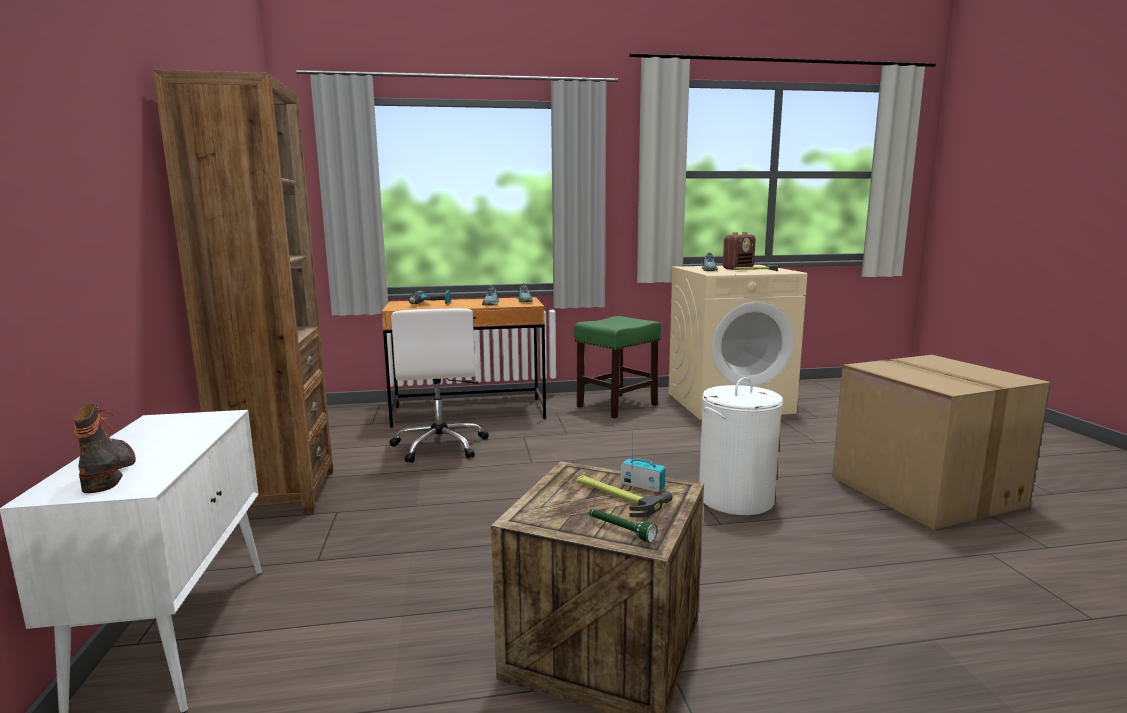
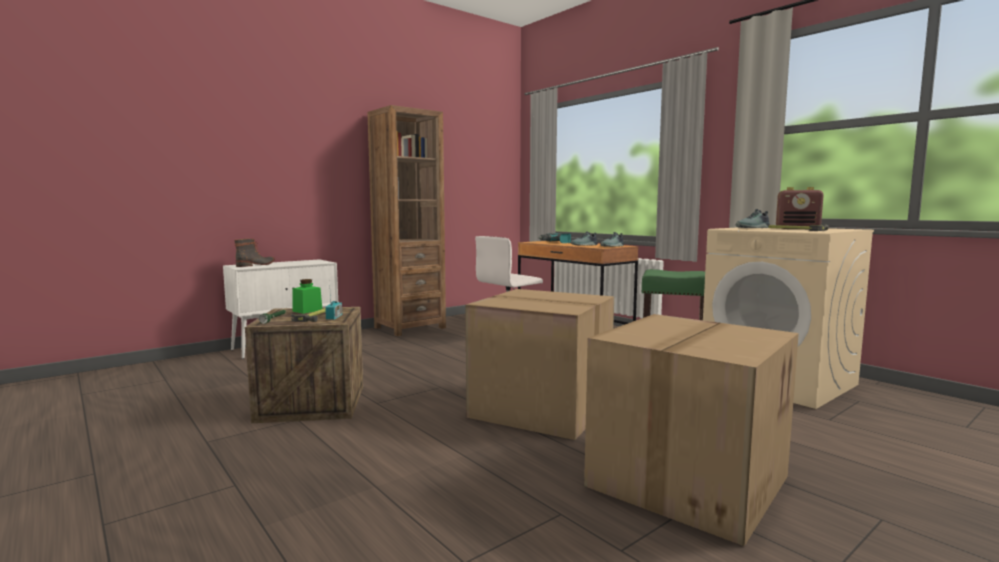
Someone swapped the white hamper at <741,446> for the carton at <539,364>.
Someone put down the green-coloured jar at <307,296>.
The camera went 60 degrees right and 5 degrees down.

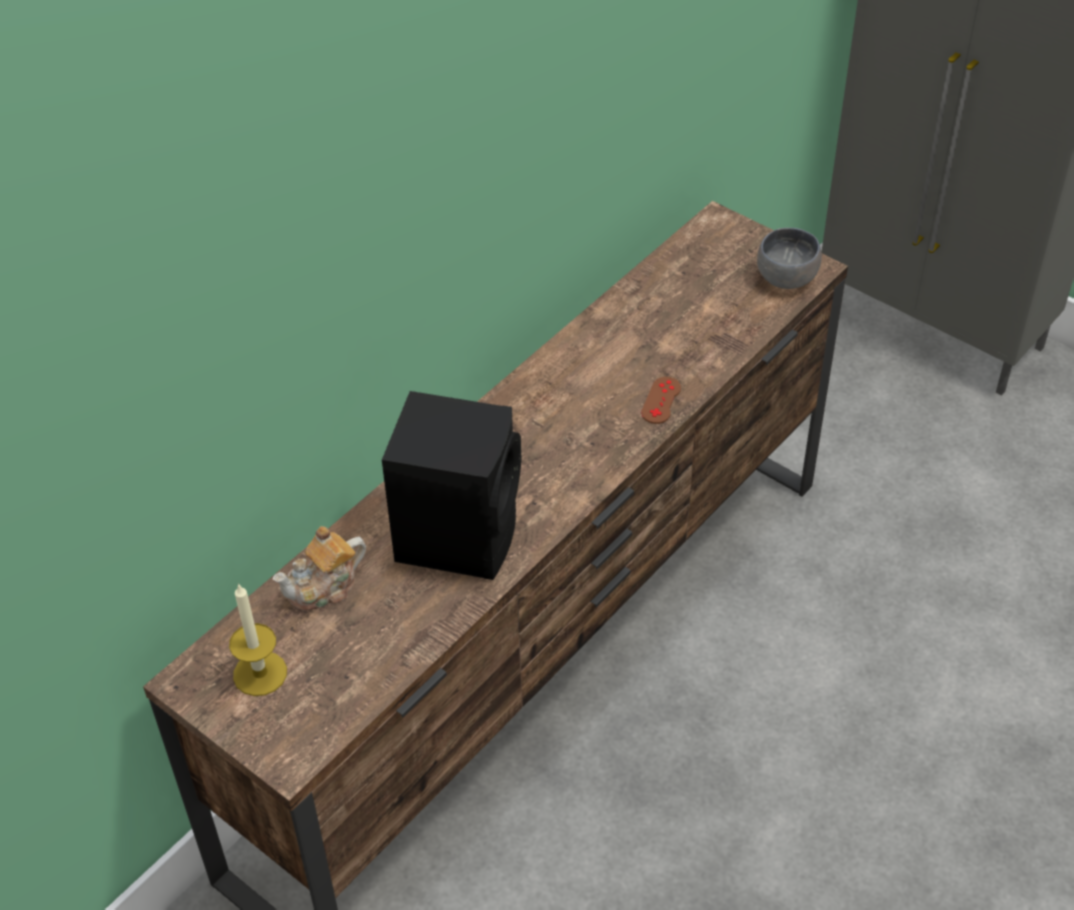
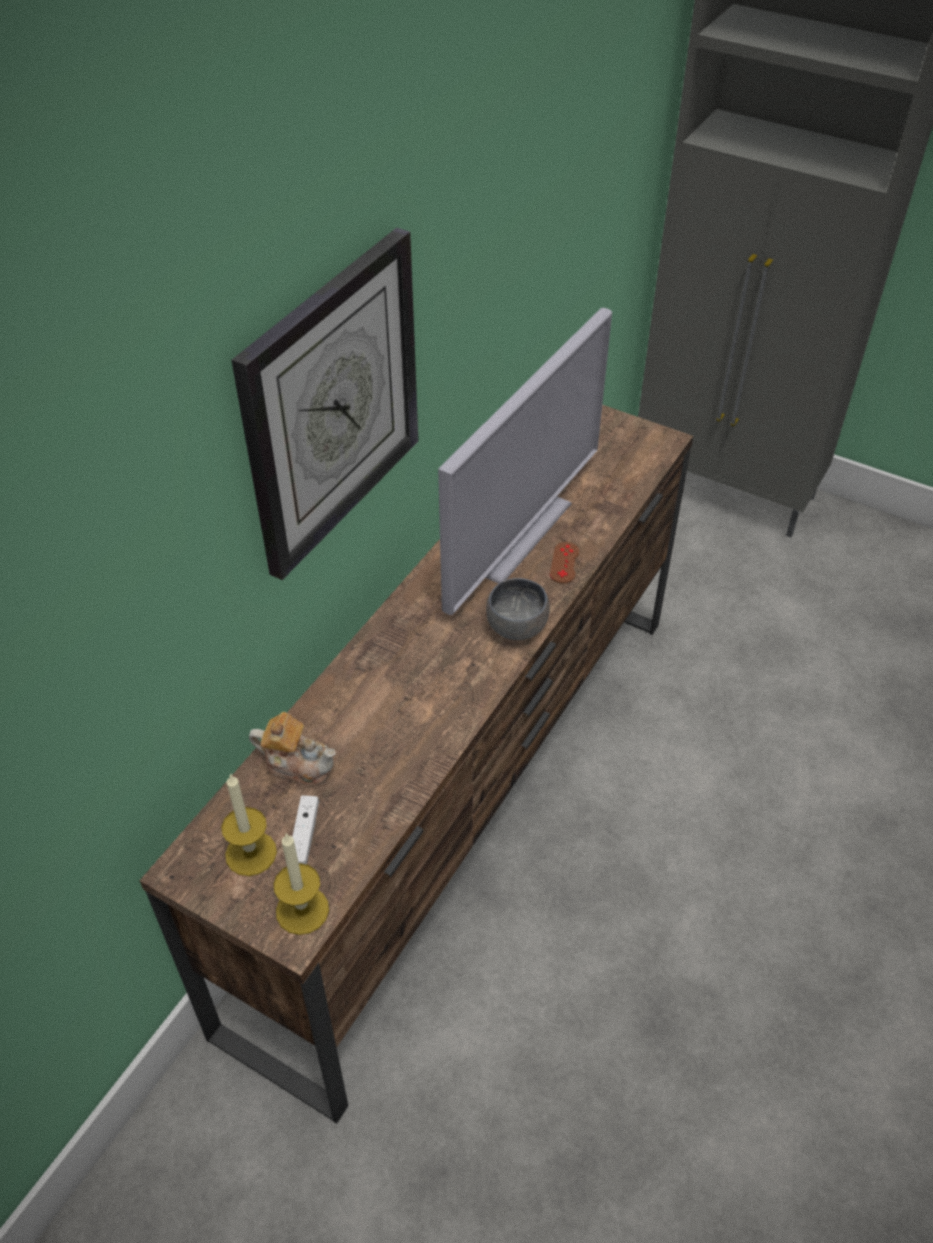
Someone carried the grey bowl from <789,258> to <518,609>.
Someone took away the black speaker at <452,485>.
Someone rotated the tea pot at <319,568> by 120 degrees counterclockwise.
Someone put up the wall clock at <324,403>.
Someone put down the television at <525,461>.
Someone put down the white joypad at <305,830>.
Someone put down the wax candle at <301,884>.
The camera went 10 degrees left and 0 degrees up.

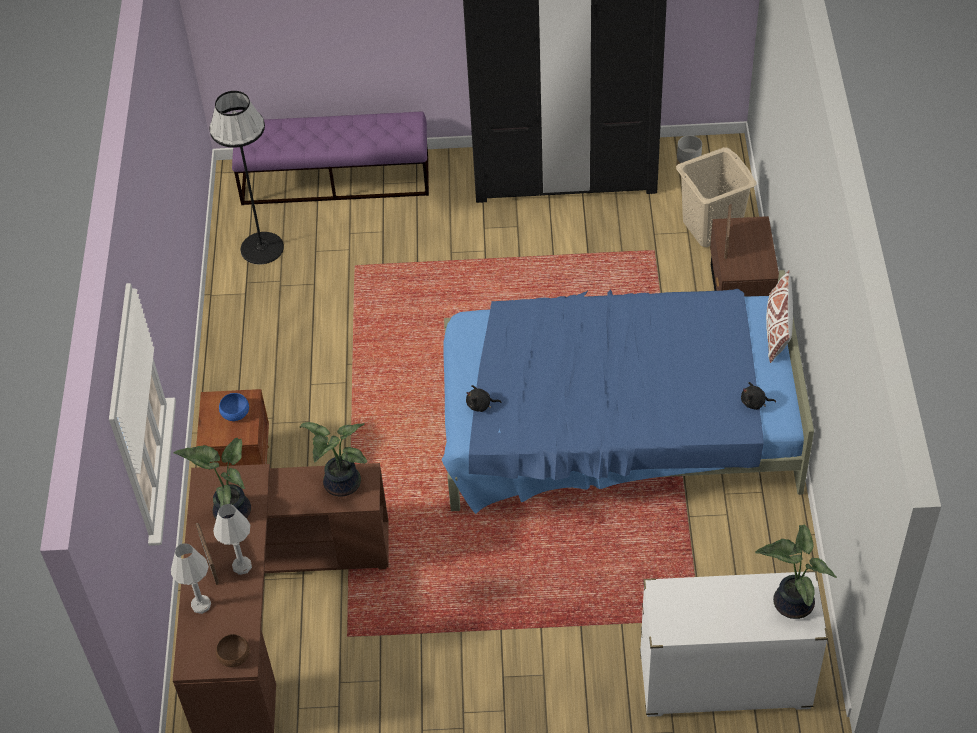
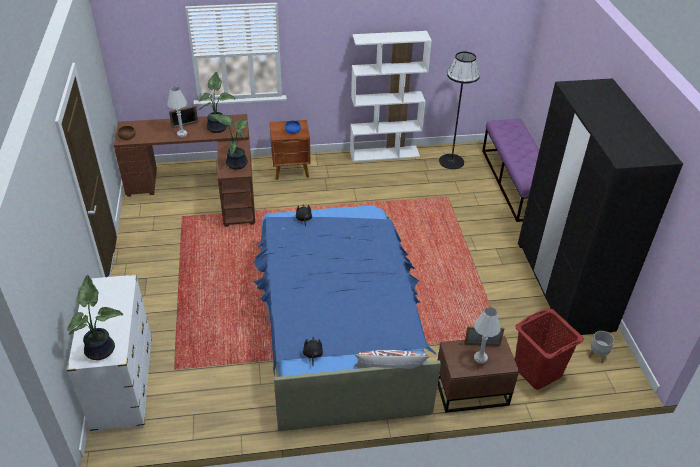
Someone repainted the sand-coloured hamper at <716,197>, which became the red-coloured hamper at <549,349>.
Someone carried the white tabletop lamp from <191,578> to <487,335>.
Someone put down the white bookcase at <391,96>.
The camera went 80 degrees right and 10 degrees down.

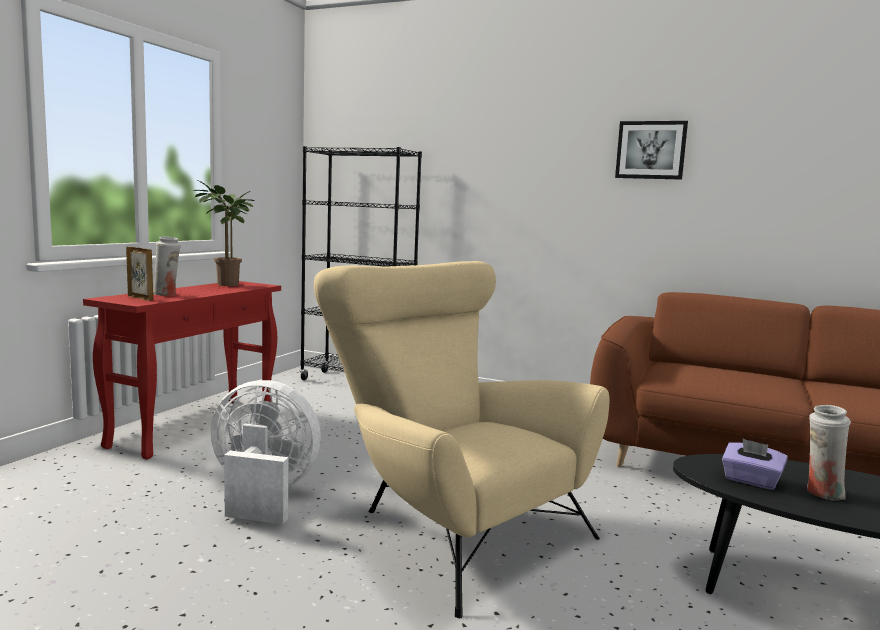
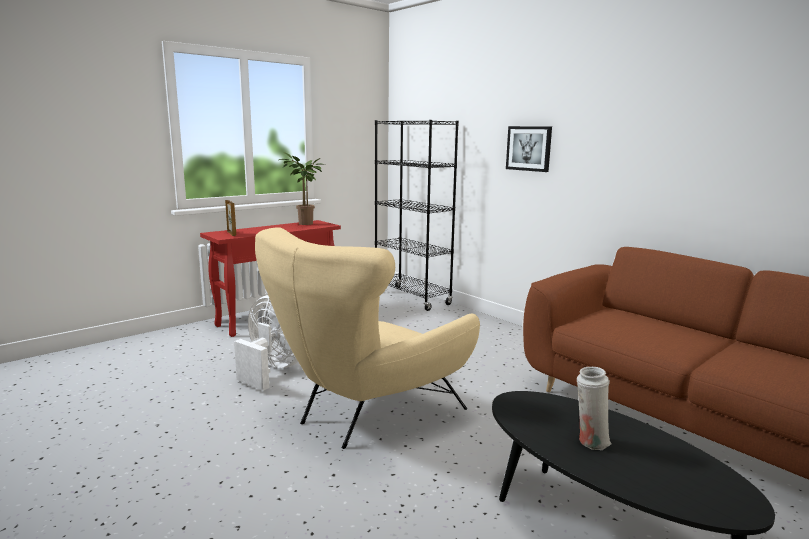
Someone carried the wall art from <651,150> to <529,149>.
Someone took away the white flower vase at <167,266>.
Someone rotated the sand-coloured armchair at <461,439> by 120 degrees counterclockwise.
Someone took away the purple-coloured tissue holder at <755,464>.
The camera went 25 degrees right and 5 degrees up.

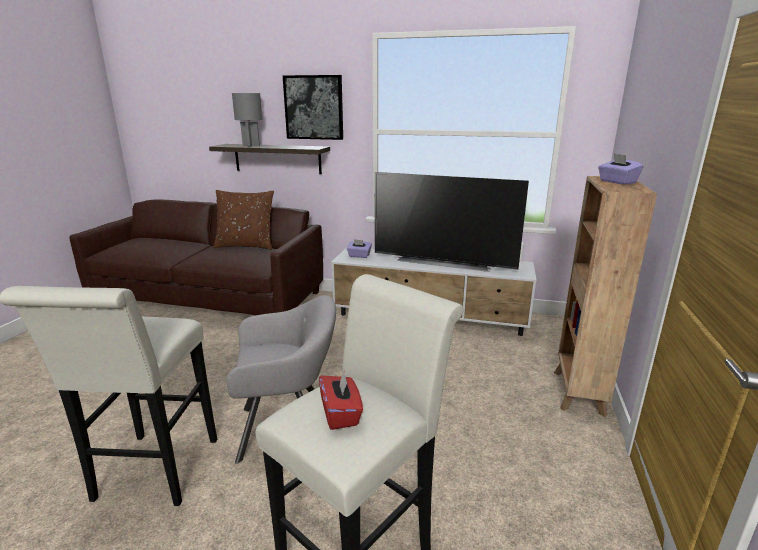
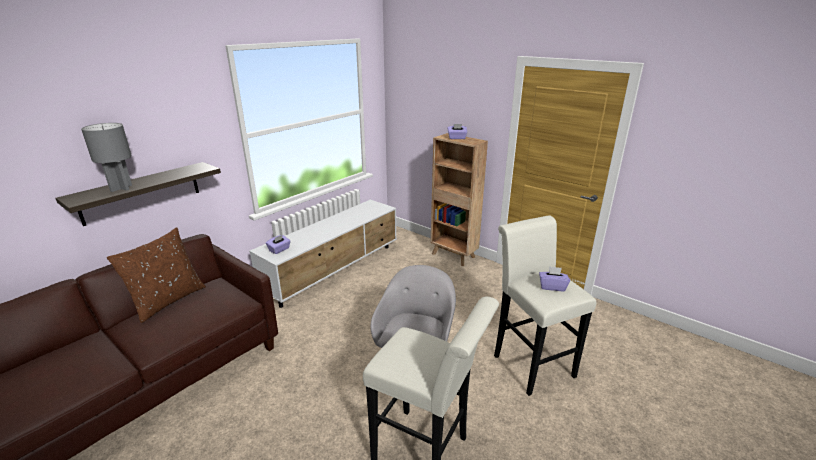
Someone took away the wall art at <313,107>.
Someone took away the television at <452,222>.
Someone repainted the red-coloured tissue holder at <341,401>, which became the purple-coloured tissue holder at <554,278>.
The camera went 65 degrees left and 5 degrees up.

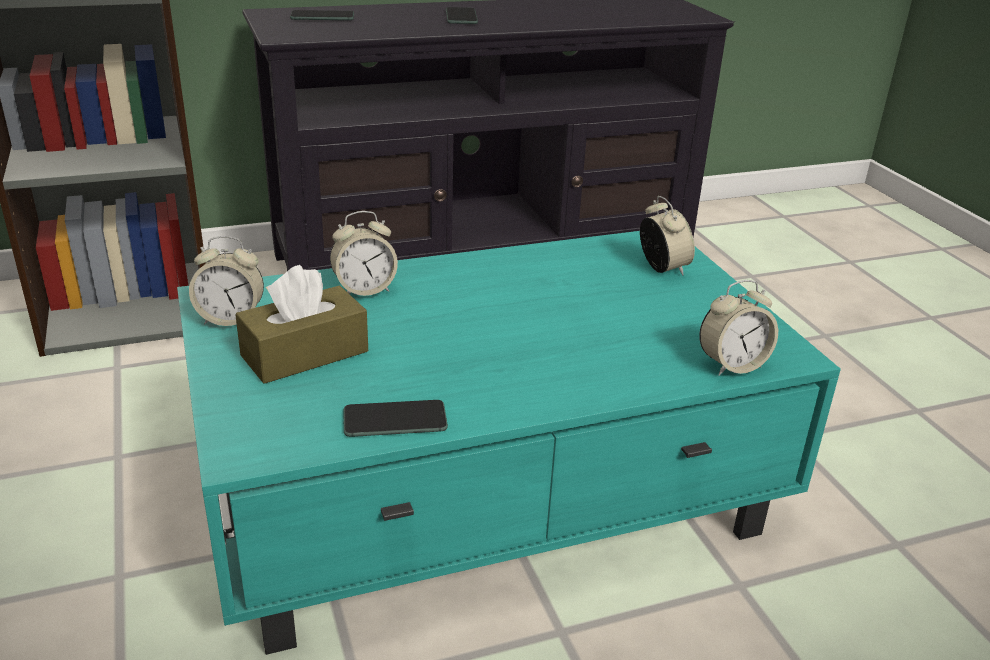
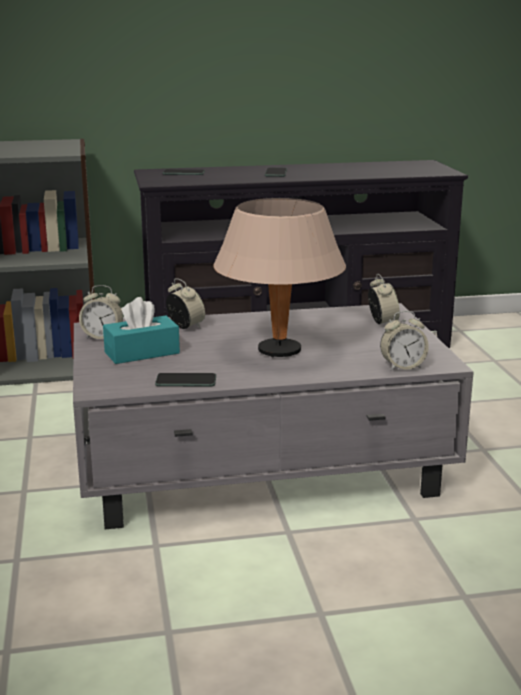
Someone rotated the bedside clock at <364,253> by 120 degrees counterclockwise.
Someone repainted the blue-green low table at <509,443>, which became the grey low table at <273,416>.
Someone repainted the brownish tissue holder at <301,324>, which became the blue-green tissue holder at <141,330>.
Someone put down the sand-coloured tabletop lamp at <280,277>.
The camera went 10 degrees right and 10 degrees down.

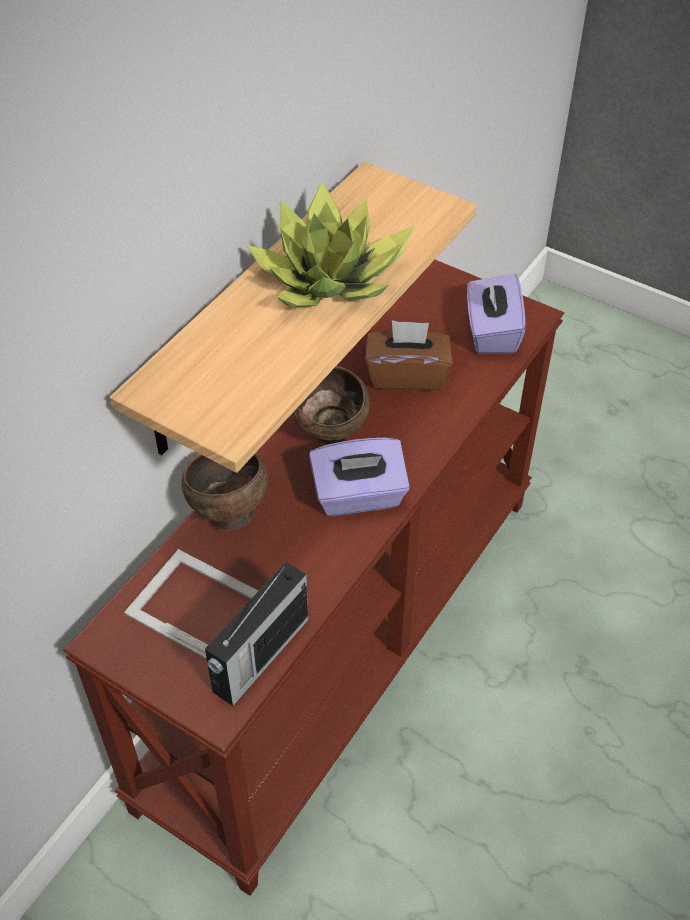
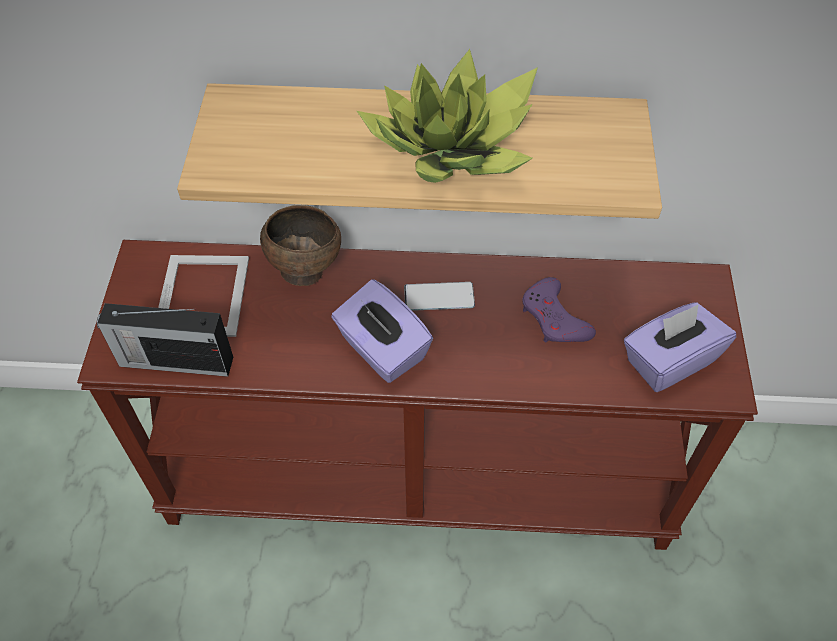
Someone swapped the brownish tissue holder at <408,355> for the purple-coloured joypad at <559,310>.
Someone swapped the brownish bowl at <331,405> for the phone at <439,296>.
The camera went 60 degrees right and 5 degrees up.

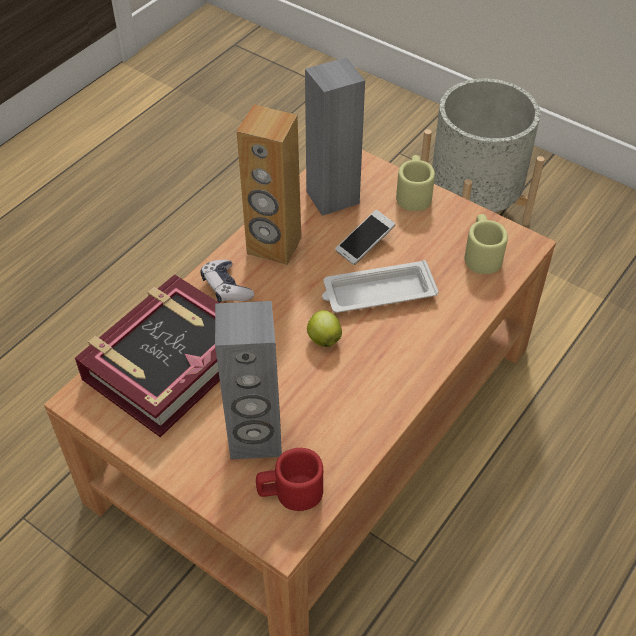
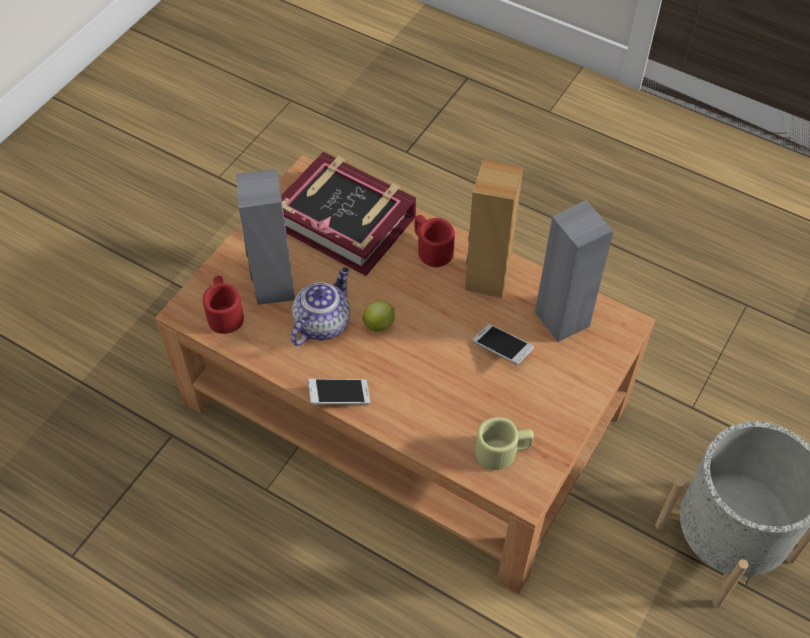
Someone took away the sand-coloured tea mug at <415,183>.
Someone swapped the joypad at <227,281> for the red-coloured tea mug at <435,241>.
Someone took away the white carrying tray at <380,286>.
Someone put down the tea pot at <320,306>.
Someone put down the phone at <338,392>.
The camera went 85 degrees right and 5 degrees up.

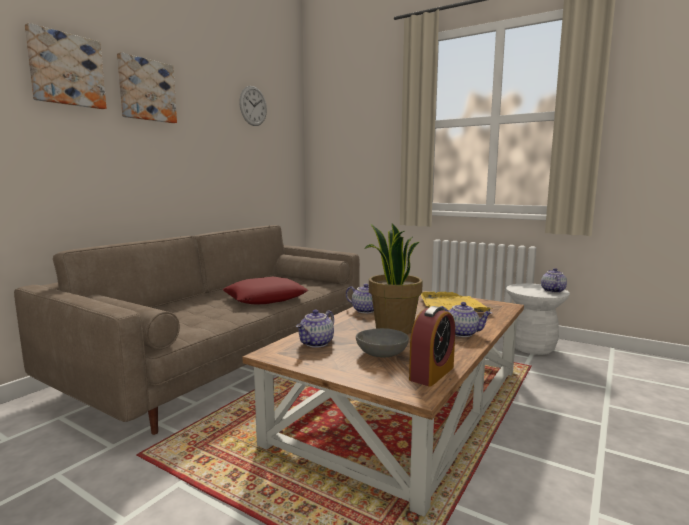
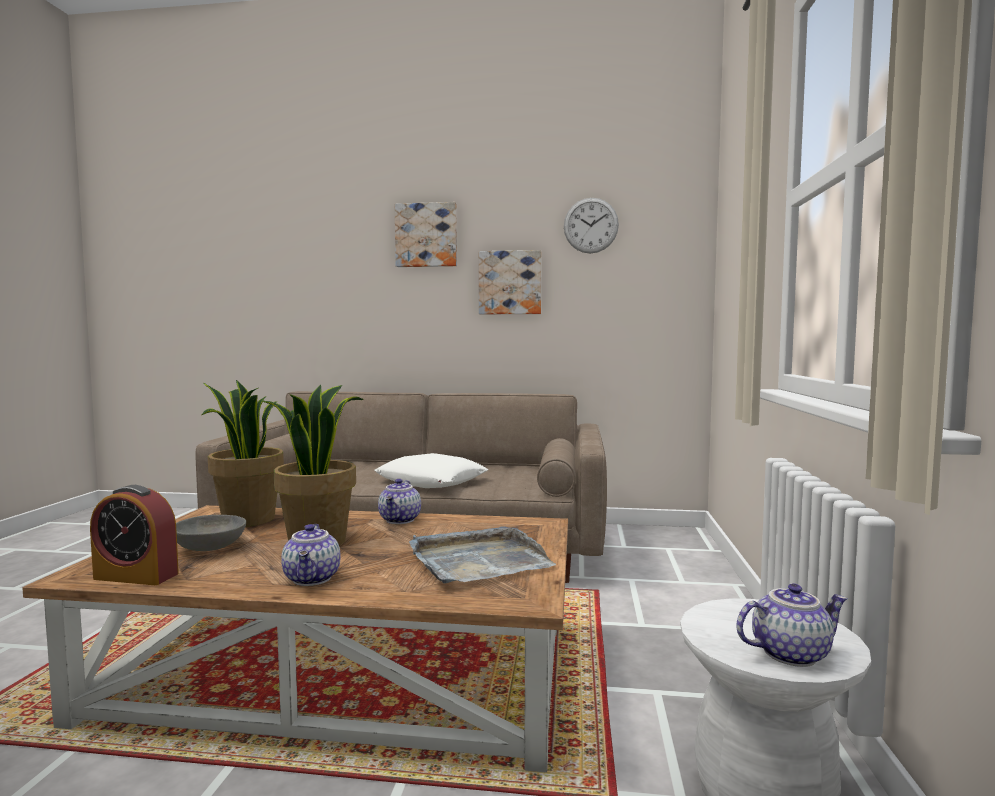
Someone carried the wall art from <66,66> to <510,282>.
Someone repainted the red-coloured throw pillow at <265,290>, which became the white throw pillow at <431,470>.
Someone repainted the yellow-coloured carrying tray at <457,302>, which became the grey carrying tray at <482,554>.
Someone swapped the tea pot at <315,329> for the plant in a pot at <243,453>.
The camera went 65 degrees right and 5 degrees down.

